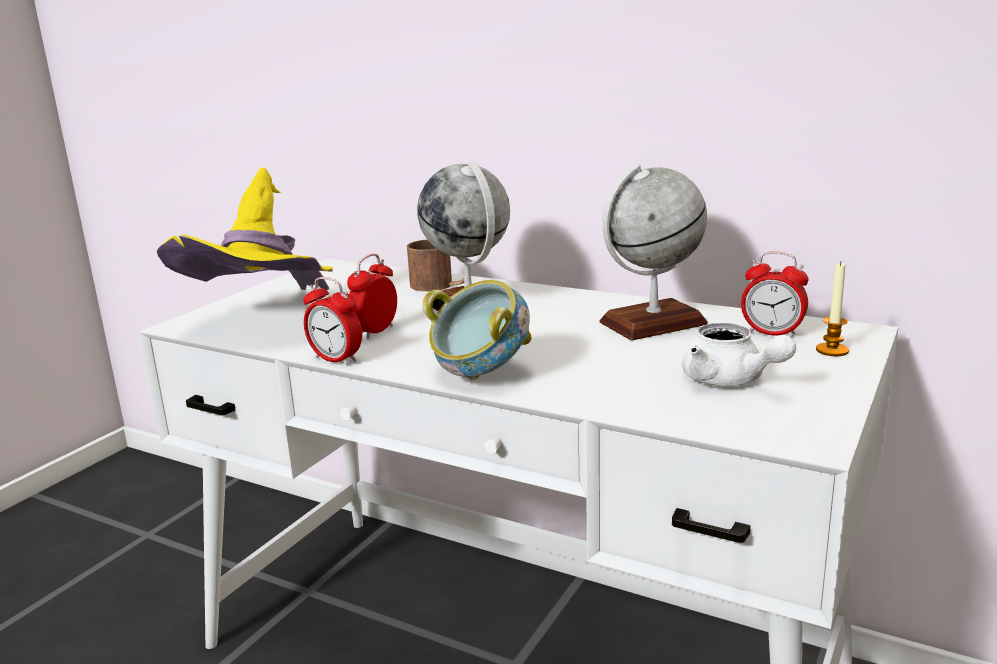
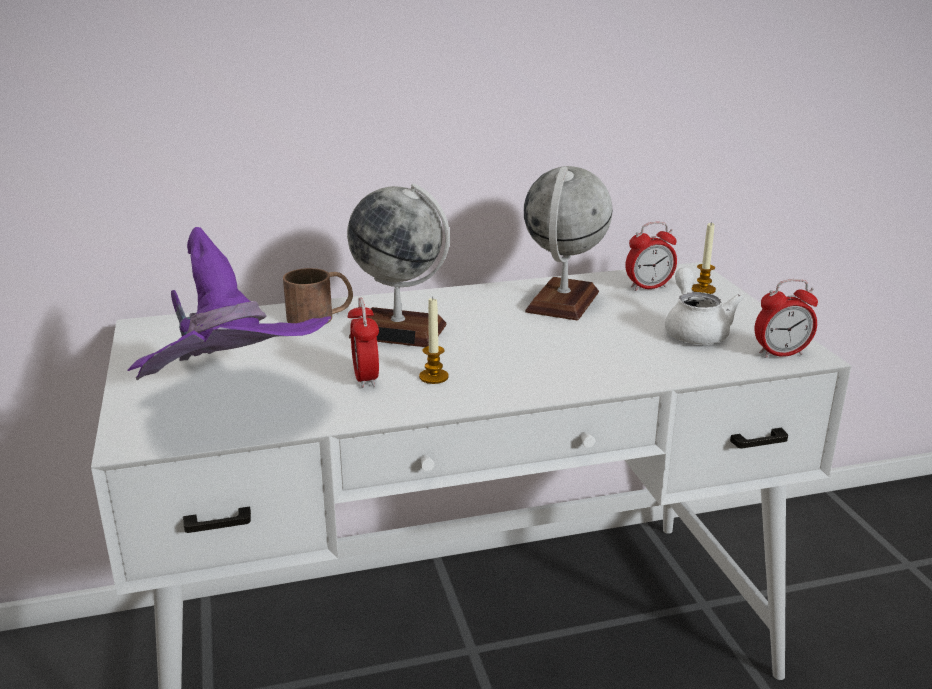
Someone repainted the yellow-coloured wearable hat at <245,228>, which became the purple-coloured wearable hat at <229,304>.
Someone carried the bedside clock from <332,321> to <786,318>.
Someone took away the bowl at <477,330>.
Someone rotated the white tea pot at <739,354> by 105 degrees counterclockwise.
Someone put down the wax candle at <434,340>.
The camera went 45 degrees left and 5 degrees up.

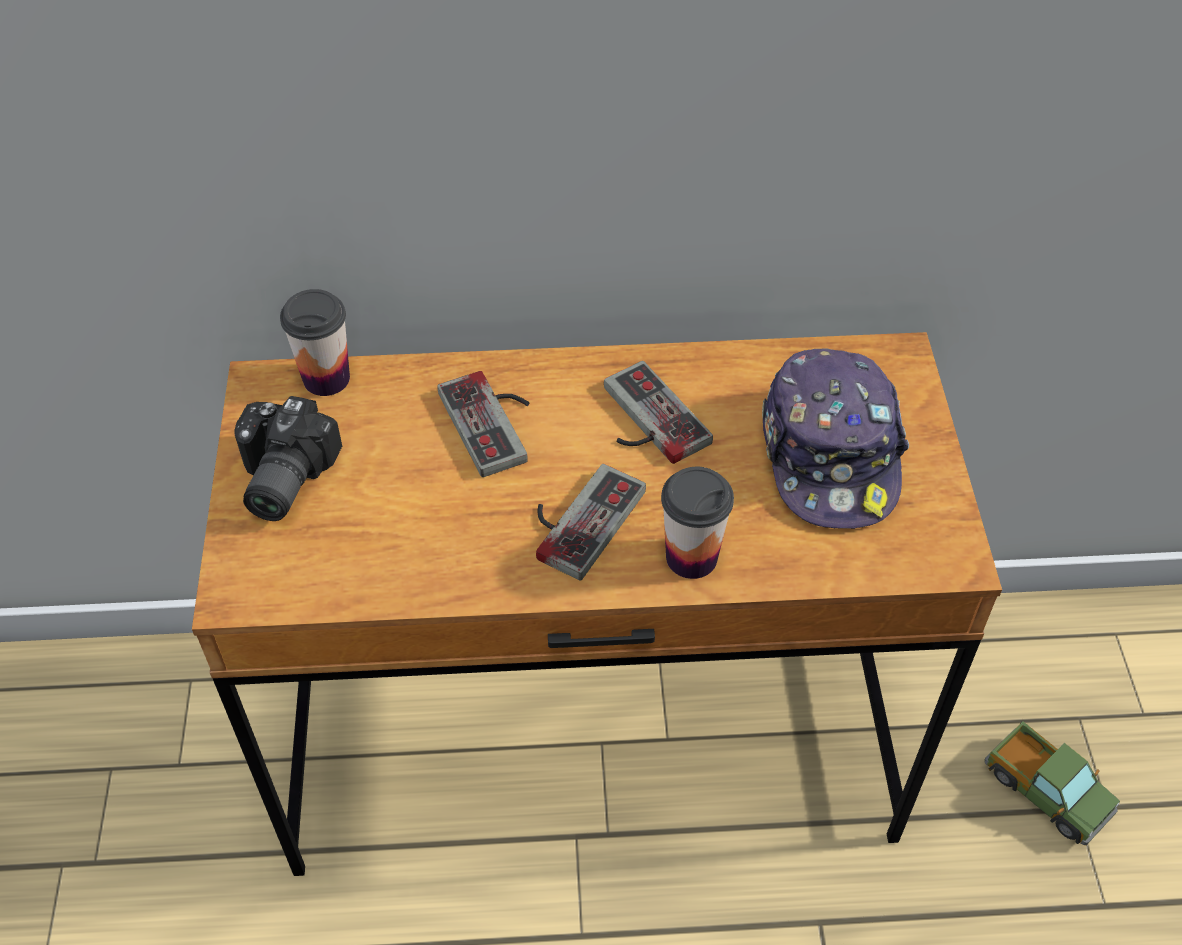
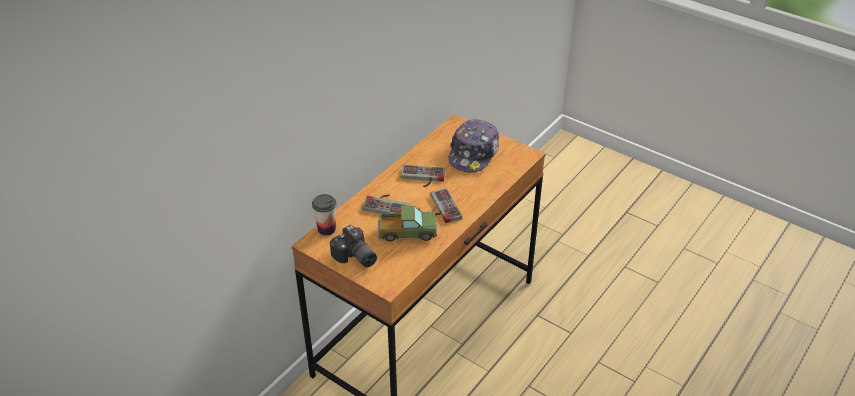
Someone rotated the peaked cap at <835,438> by 75 degrees clockwise.
Someone took away the small cup at <697,523>.
Someone carried the toy lorry from <1052,783> to <407,223>.
The camera went 50 degrees left and 10 degrees down.

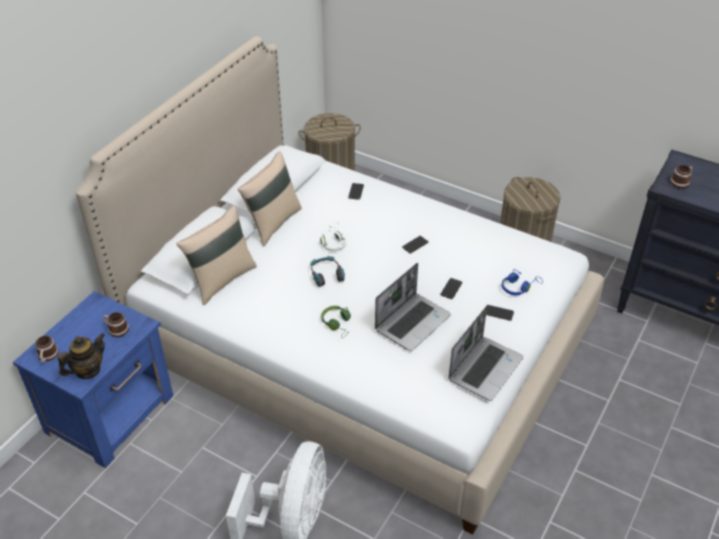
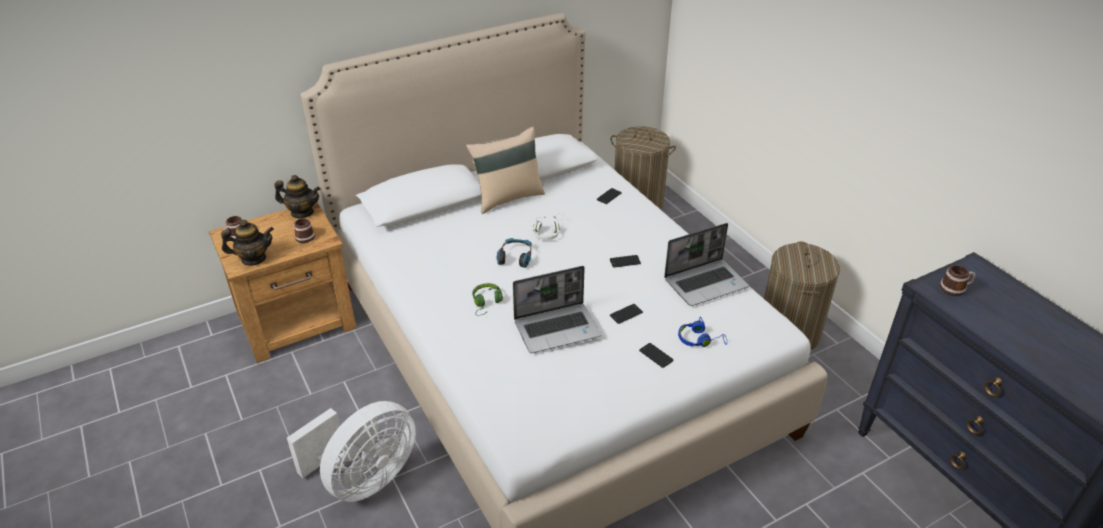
Someone took away the sand-coloured throw pillow at <216,255>.
Someone repainted the blue-coloured night table at <93,379>, which became the brownish night table at <282,282>.
Someone carried the laptop from <486,353> to <706,264>.
Someone put down the tea pot at <297,196>.
The camera went 30 degrees right and 5 degrees down.

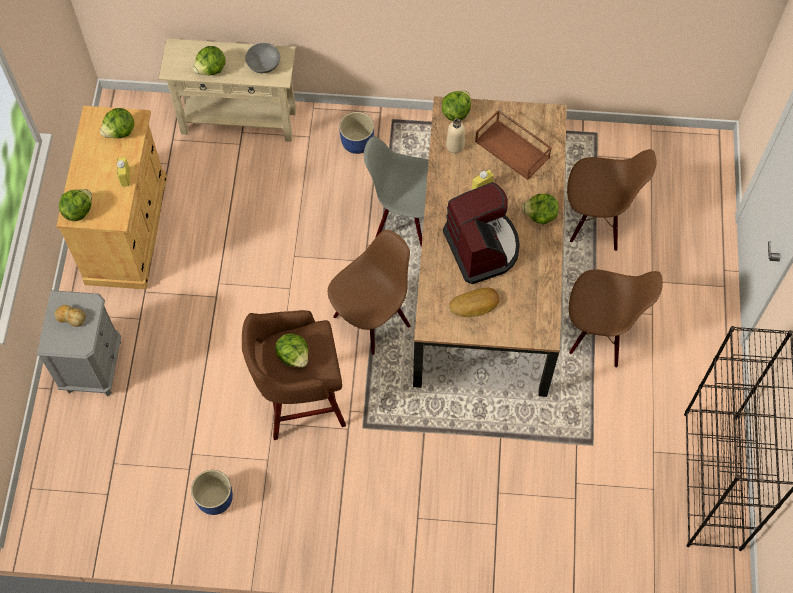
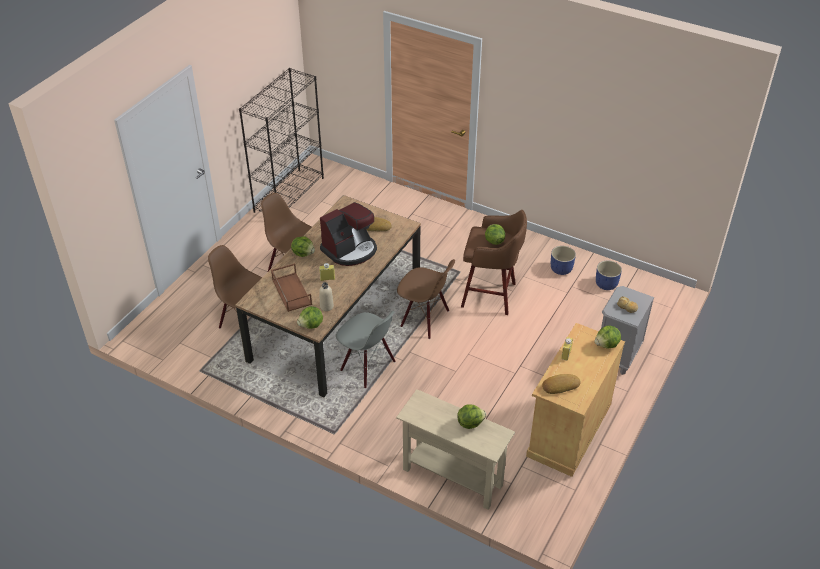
Someone took away the grey bowl at <262,58>.
Someone swapped the lettuce head at <117,123> for the bread at <561,384>.
Someone carried the blue-coloured flower pot from <356,133> to <609,275>.
Someone rotated the coffee brewer at <481,233> by 135 degrees counterclockwise.
Someone rotated the brownish chair at <369,292> by 135 degrees counterclockwise.
The camera went 155 degrees left and 20 degrees down.

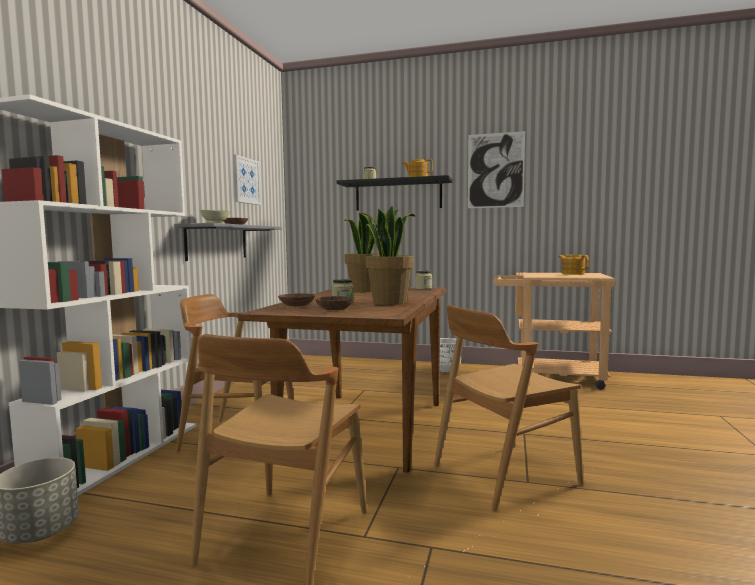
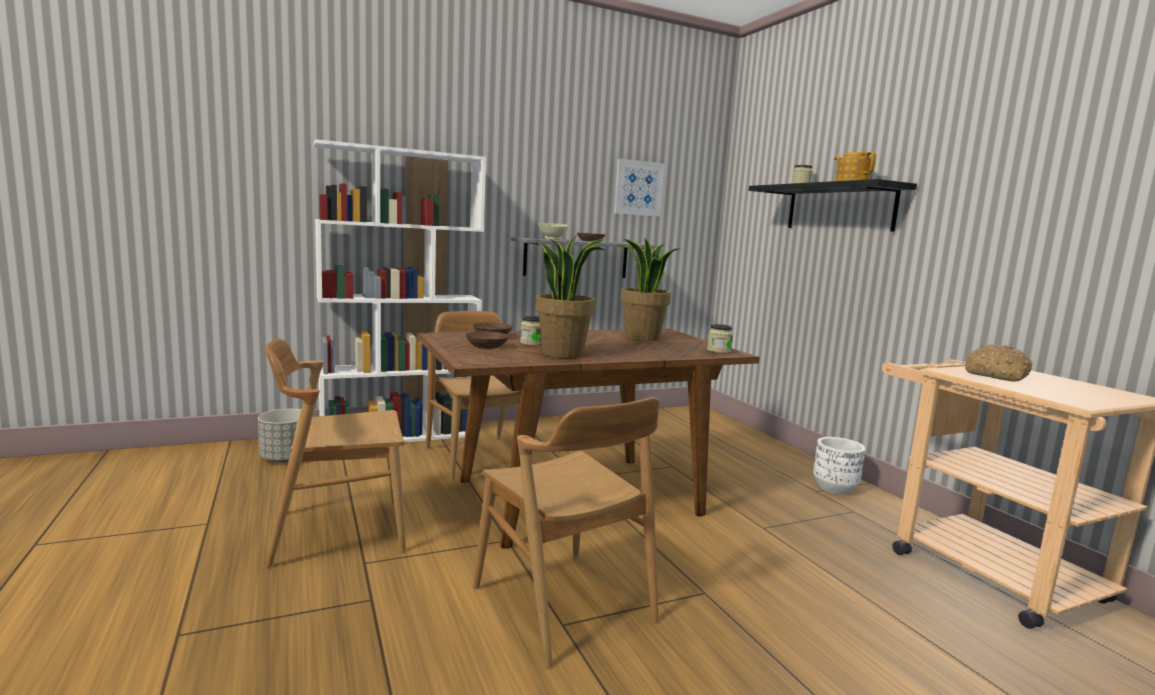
Someone took away the wall art at <496,169>.
Someone took away the tea pot at <573,265>.
Someone rotated the brownish chair at <508,408> by 150 degrees counterclockwise.
Someone put down the bread at <999,363>.
The camera went 50 degrees right and 5 degrees up.

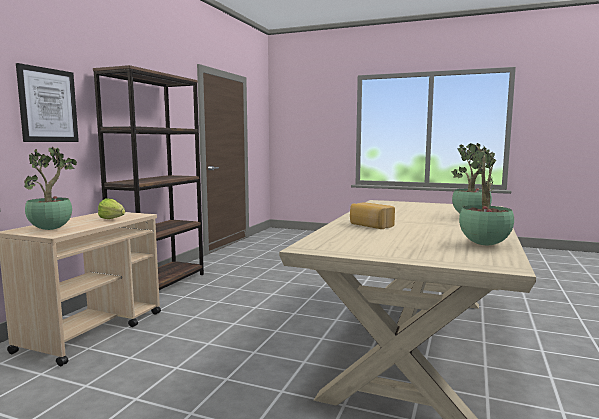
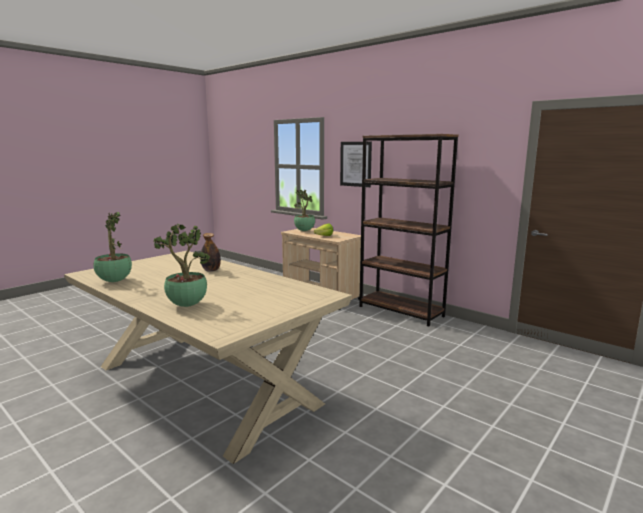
Someone swapped the bread at <372,216> for the beverage bottle at <211,252>.
The camera went 110 degrees right and 5 degrees up.

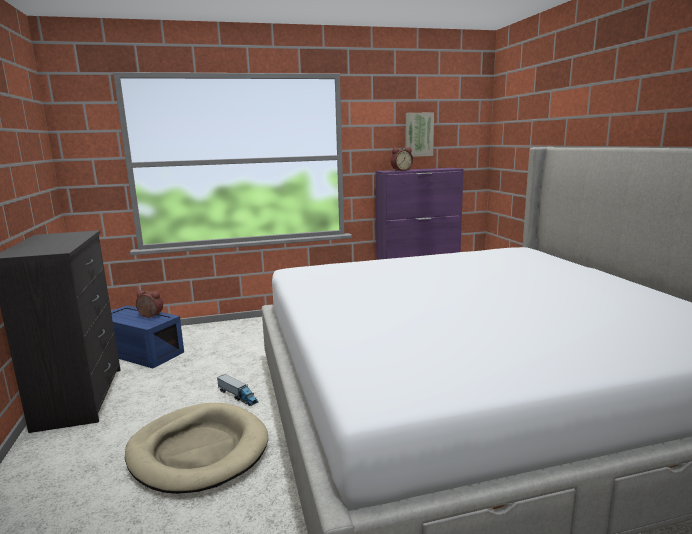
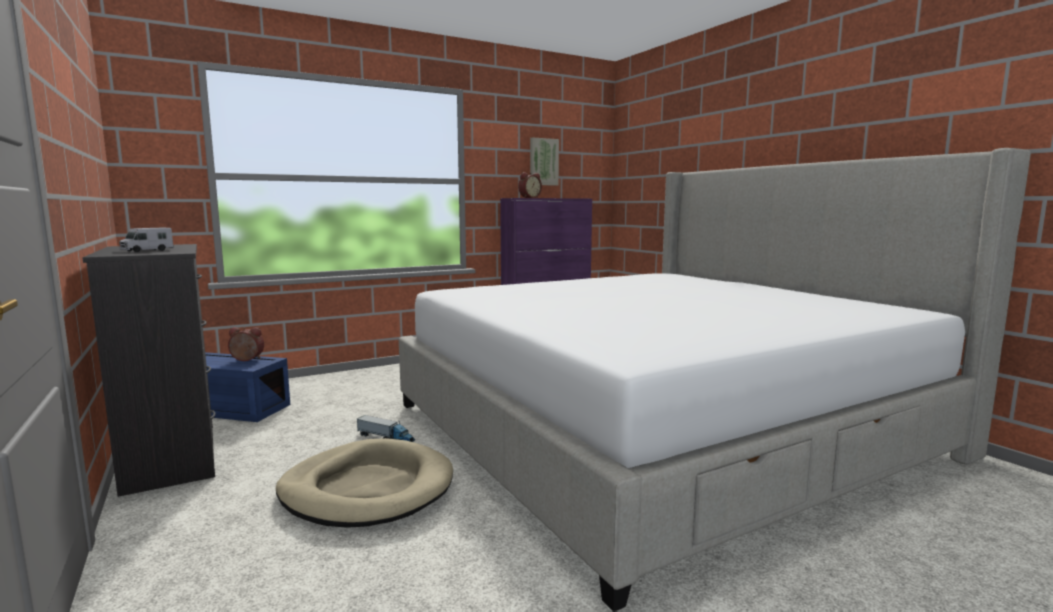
Someone put down the toy lorry at <146,239>.
The camera went 15 degrees left and 5 degrees down.

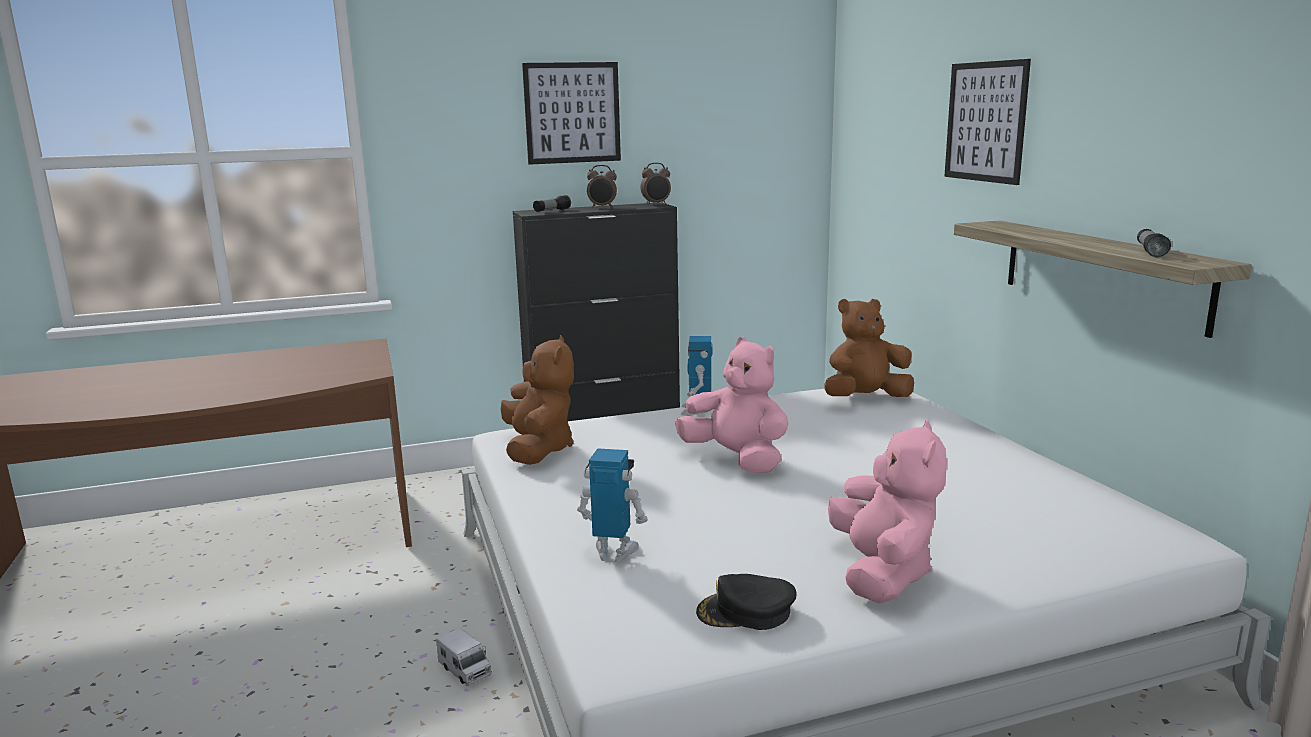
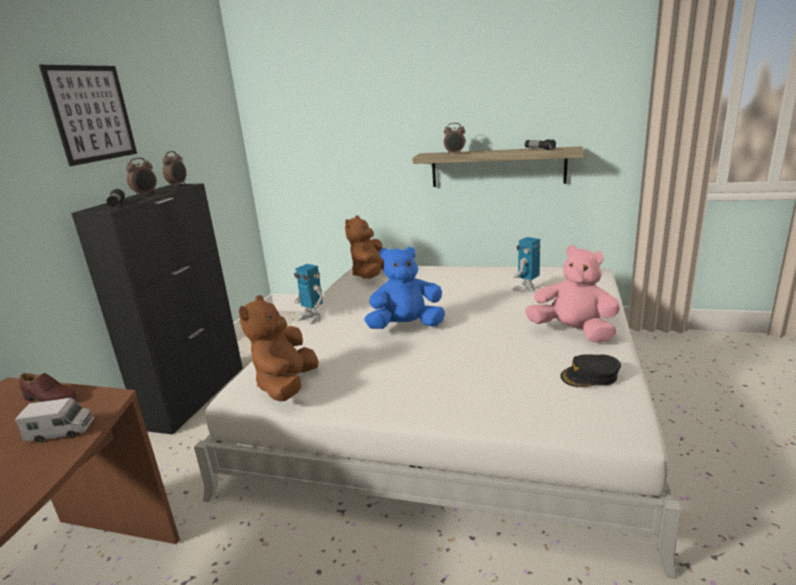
Someone took away the wall art at <987,122>.
Someone rotated the brownish plush toy at <537,400> by 105 degrees counterclockwise.
Someone repainted the pinkish plush toy at <731,405>, which became the blue-coloured plush toy at <404,287>.
Someone carried the robot figure from <612,505> to <526,264>.
Someone rotated the black peaked cap at <746,602> by 45 degrees clockwise.
Someone carried the toy lorry from <464,657> to <54,420>.
Someone put down the bedside clock at <454,138>.
Someone put down the brownish shoe at <48,387>.
The camera went 55 degrees left and 5 degrees up.

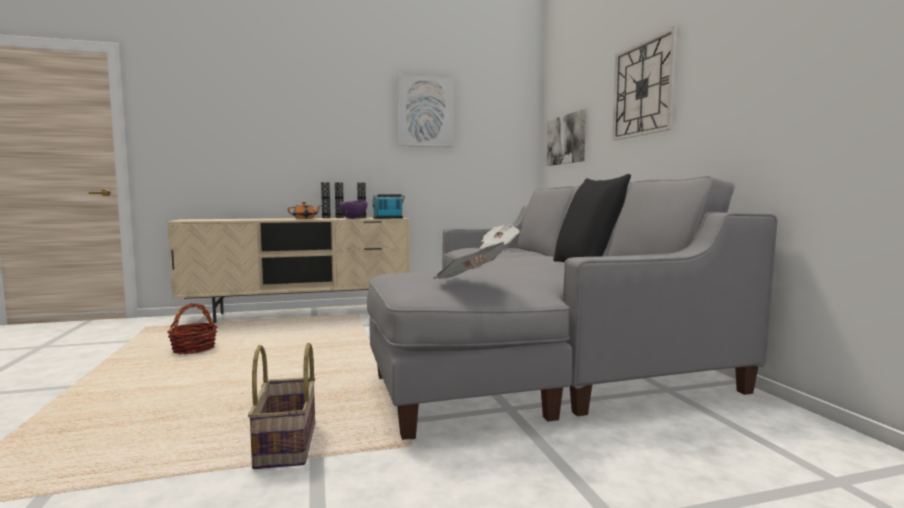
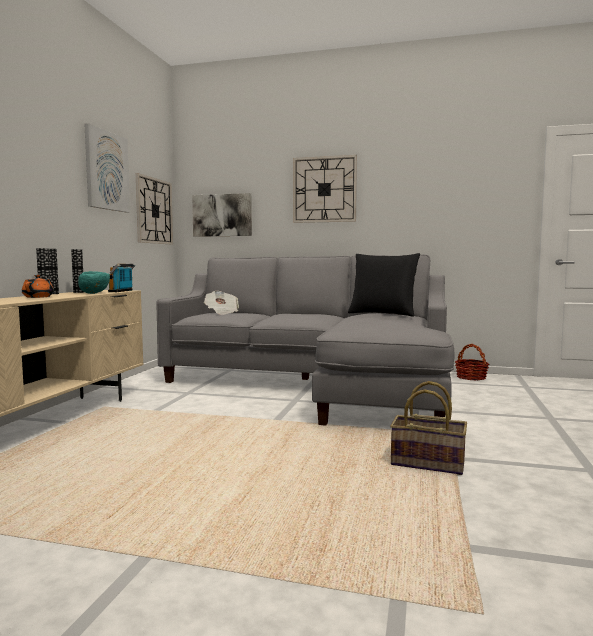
Someone repainted the purple-coloured bowl at <354,209>, which became the blue-green bowl at <94,282>.
Someone took away the daily paper at <470,260>.
Someone carried the household basket from <192,328> to <472,362>.
Someone put up the wall clock at <154,208>.
The camera went 60 degrees left and 0 degrees up.

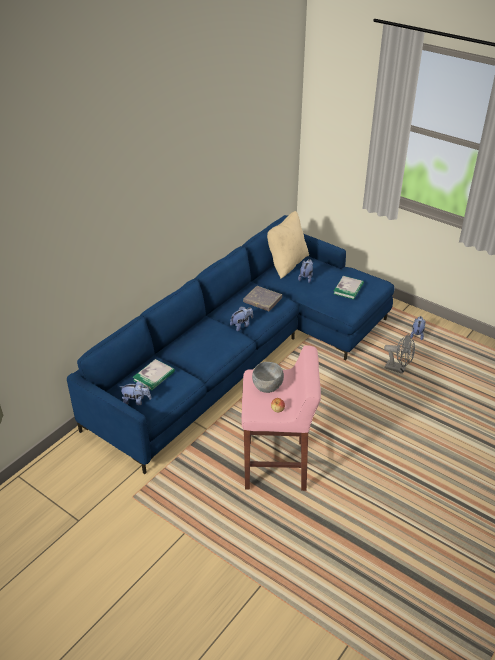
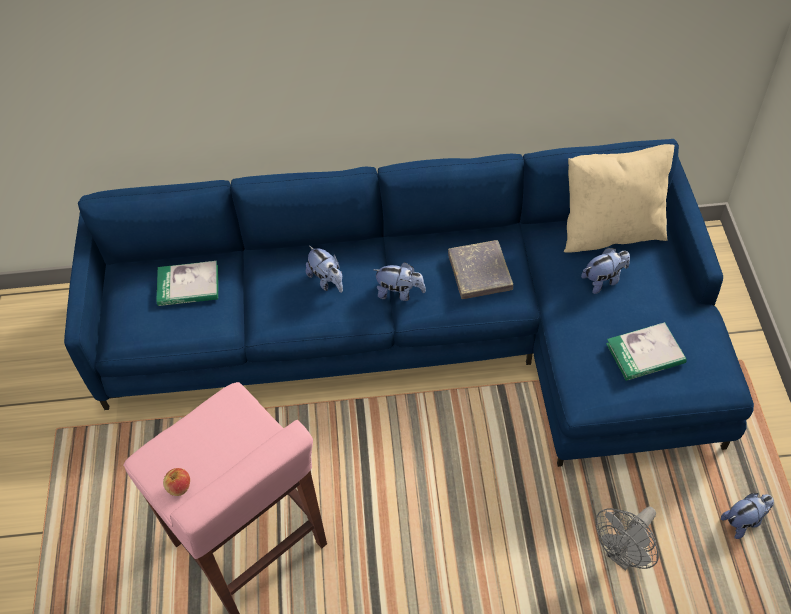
Someone rotated the grey fan at <399,354> by 60 degrees clockwise.
Someone took away the grey bowl at <268,377>.
Someone carried the plush toy from <135,393> to <324,269>.
The camera went 50 degrees right and 15 degrees up.

